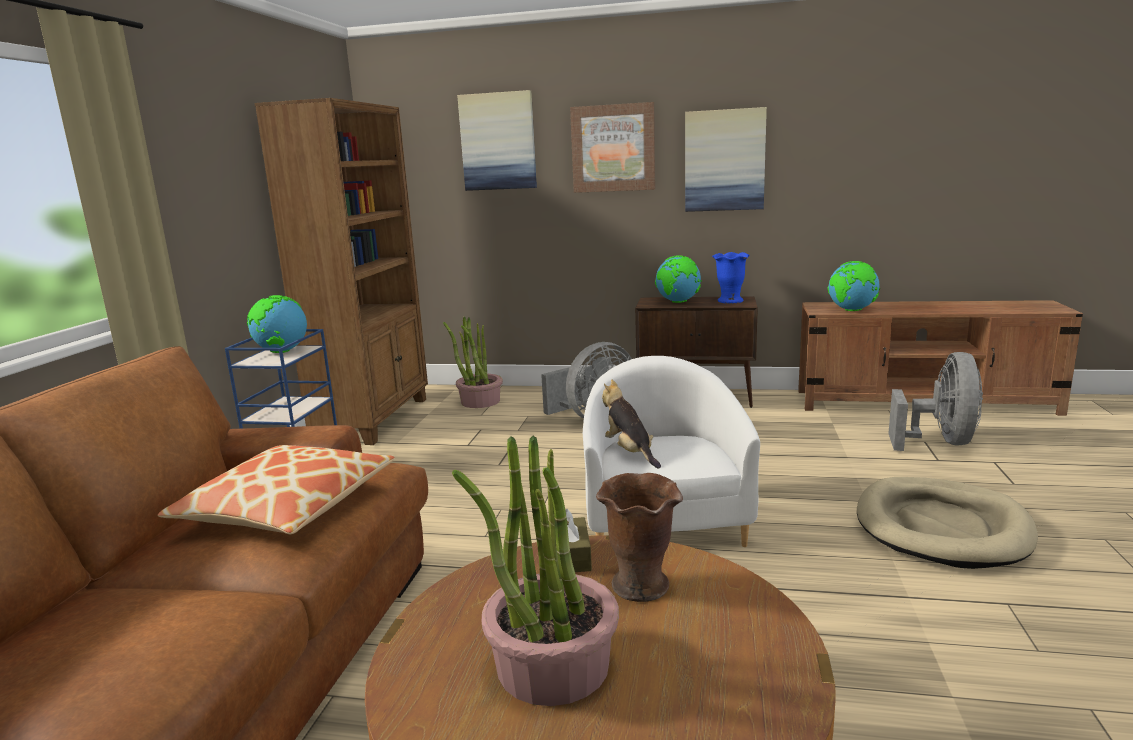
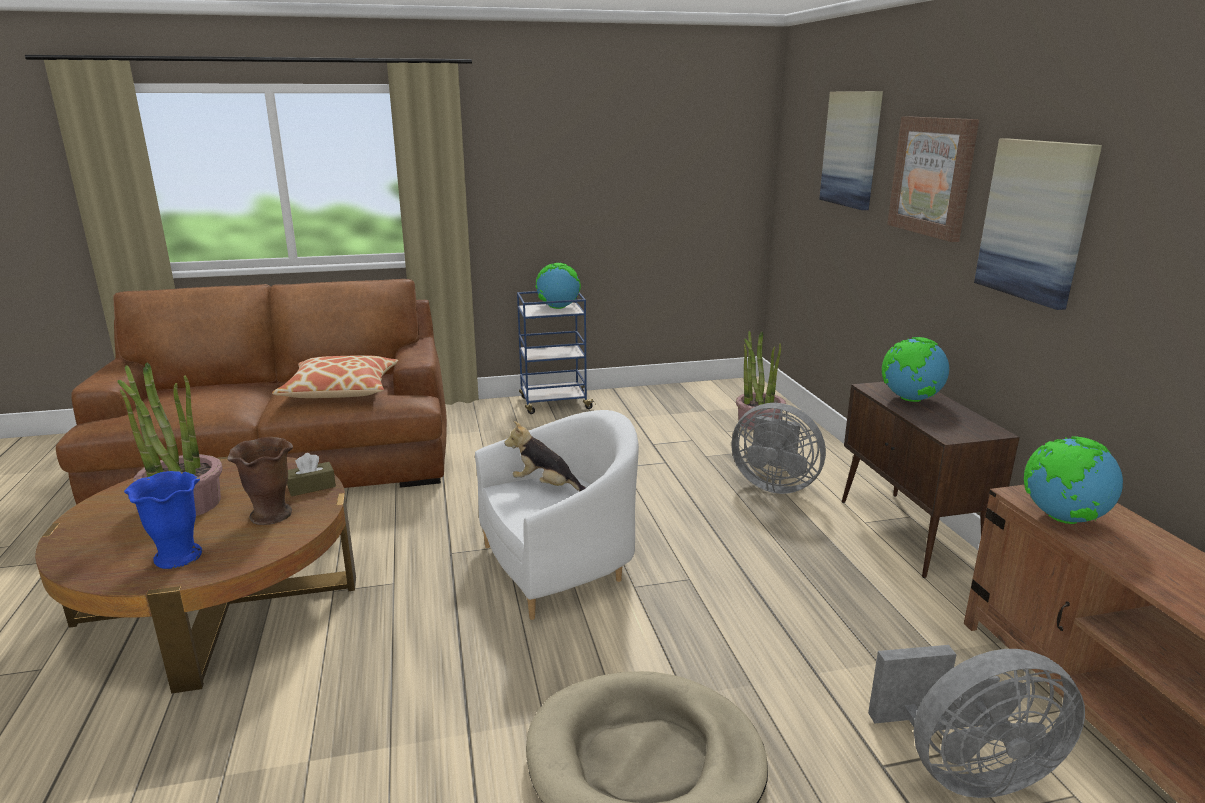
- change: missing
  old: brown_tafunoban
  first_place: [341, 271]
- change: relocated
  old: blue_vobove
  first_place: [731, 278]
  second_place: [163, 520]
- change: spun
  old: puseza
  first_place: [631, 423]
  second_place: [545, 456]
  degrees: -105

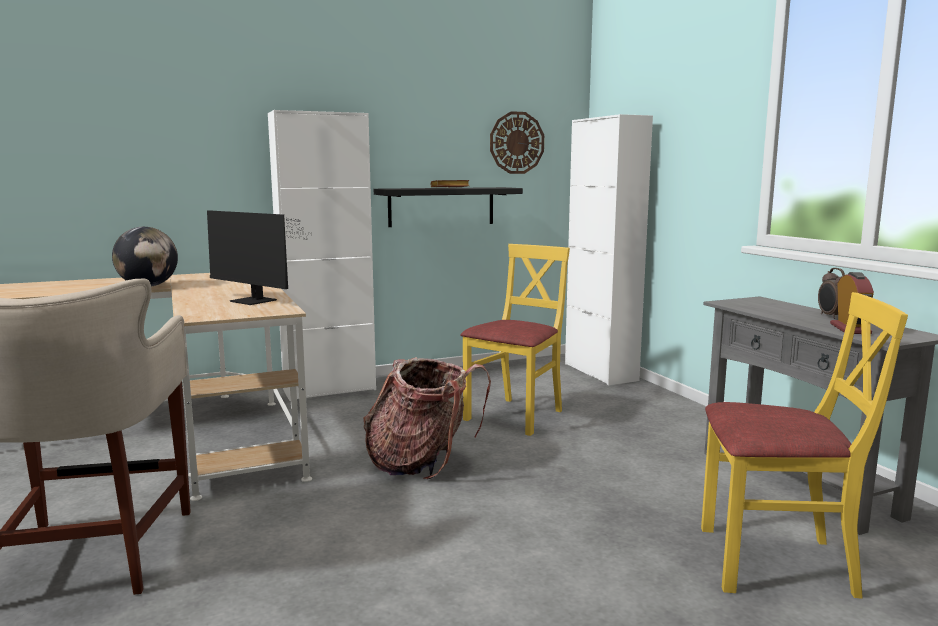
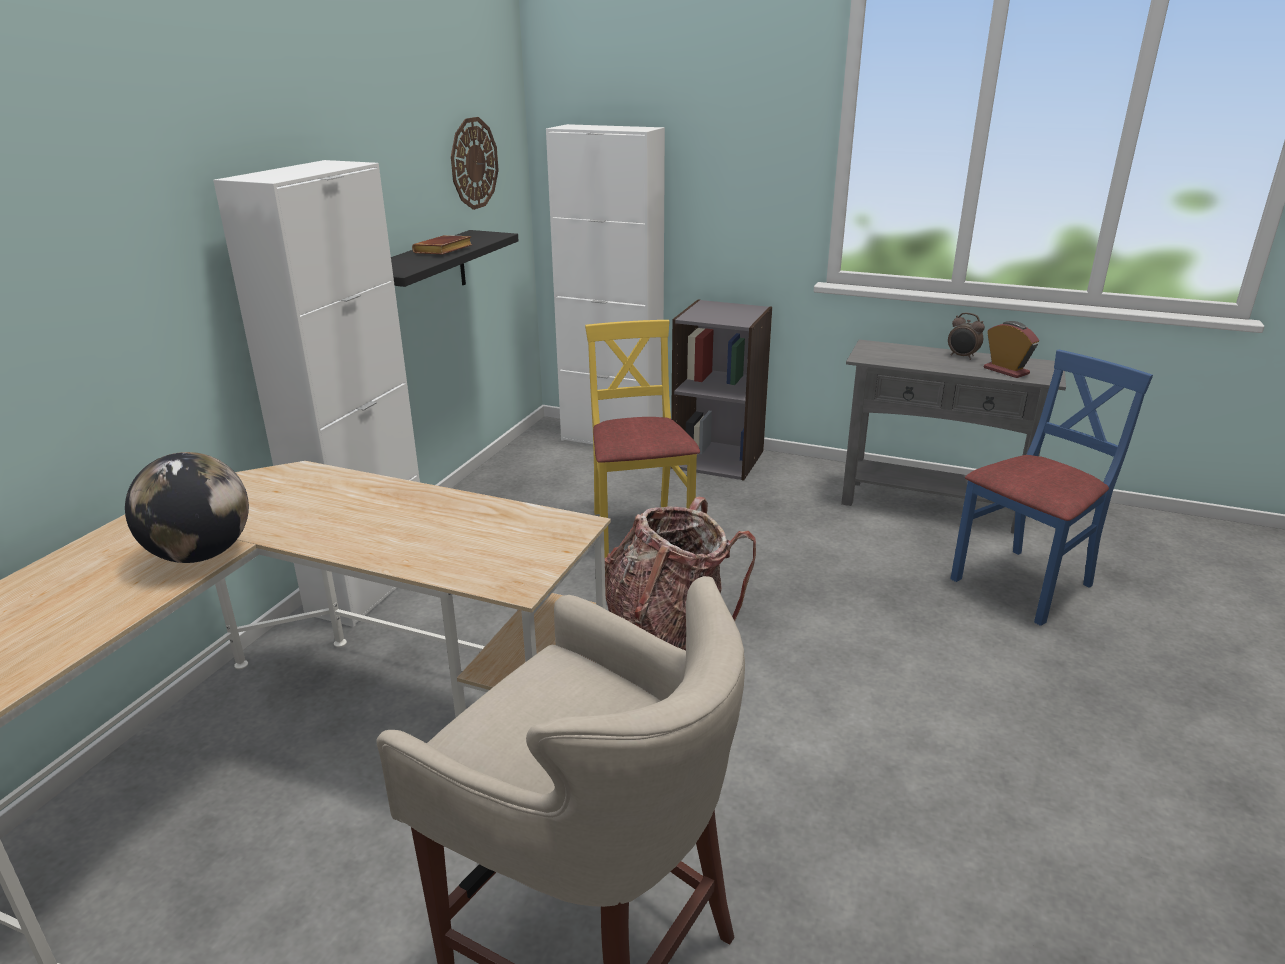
- change: missing
  old: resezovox
  first_place: [260, 257]
- change: appeared
  new: grey_tafunoban
  second_place: [721, 390]
- change: colour
  old: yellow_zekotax
  new: blue_zekotax
  first_place: [804, 445]
  second_place: [1051, 488]

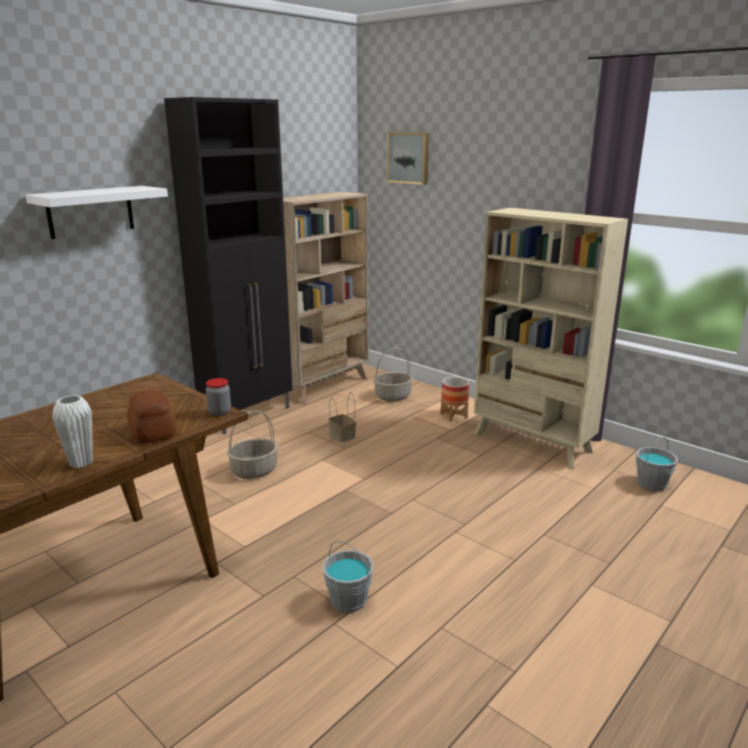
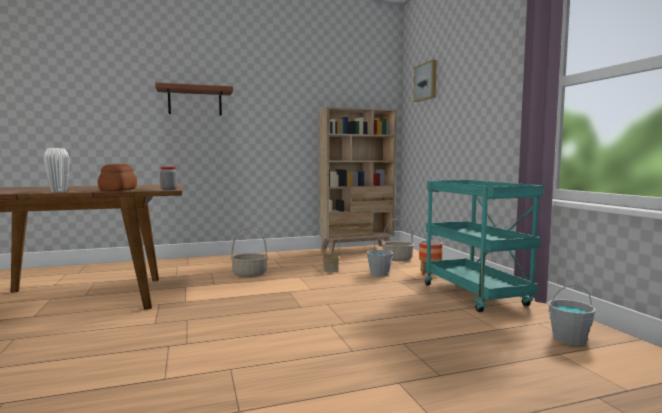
- change: missing
  old: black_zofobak
  first_place: [228, 265]
- change: relocated
  old: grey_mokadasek
  first_place: [348, 577]
  second_place: [380, 257]
- change: exchanged
  old: beige_tafunoban
  new: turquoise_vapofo
  first_place: [551, 338]
  second_place: [484, 246]
- change: colour
  old: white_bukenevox
  new: brown_bukenevox
  first_place: [97, 212]
  second_place: [194, 99]

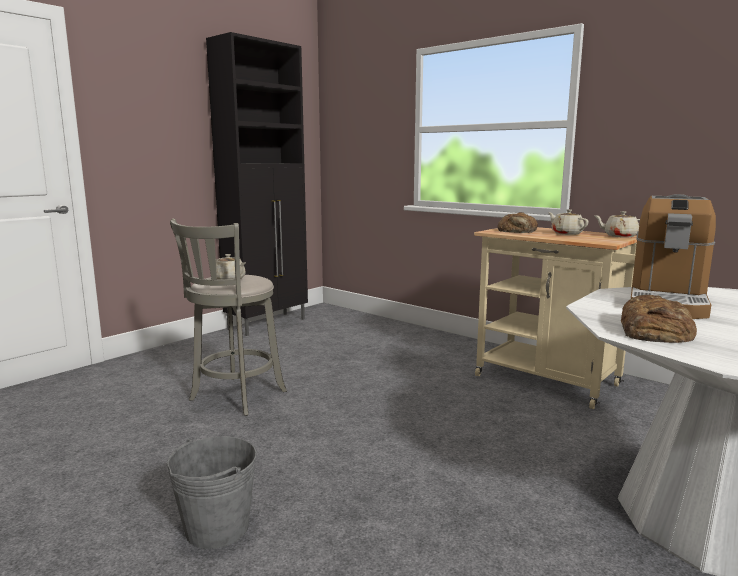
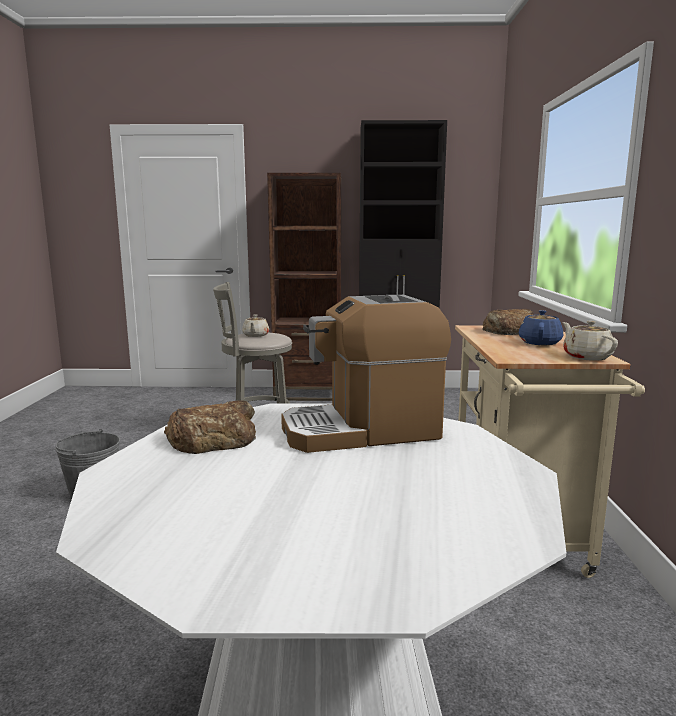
- change: appeared
  new: brown_tafunoban
  second_place: [304, 287]
- change: colour
  old: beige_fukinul
  new: blue_fukinul
  first_place: [568, 222]
  second_place: [541, 327]

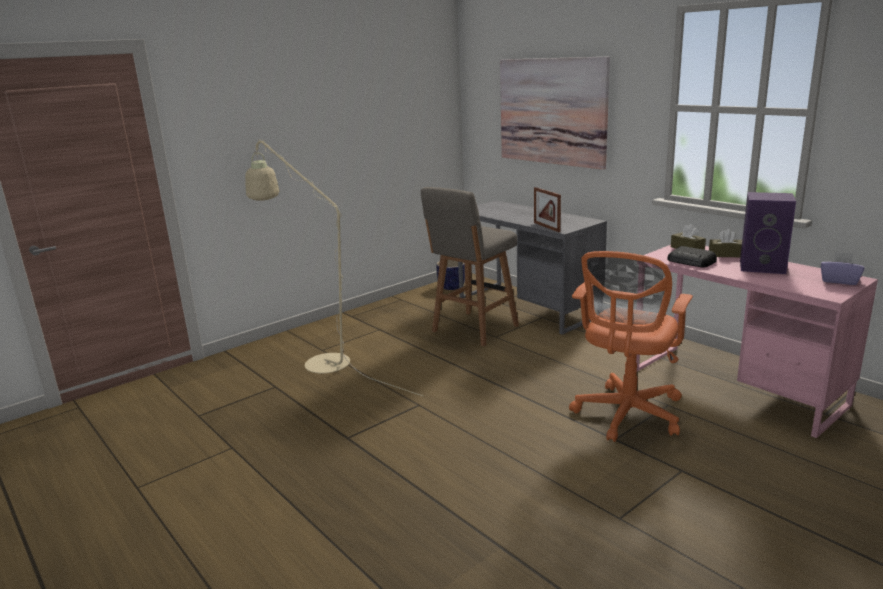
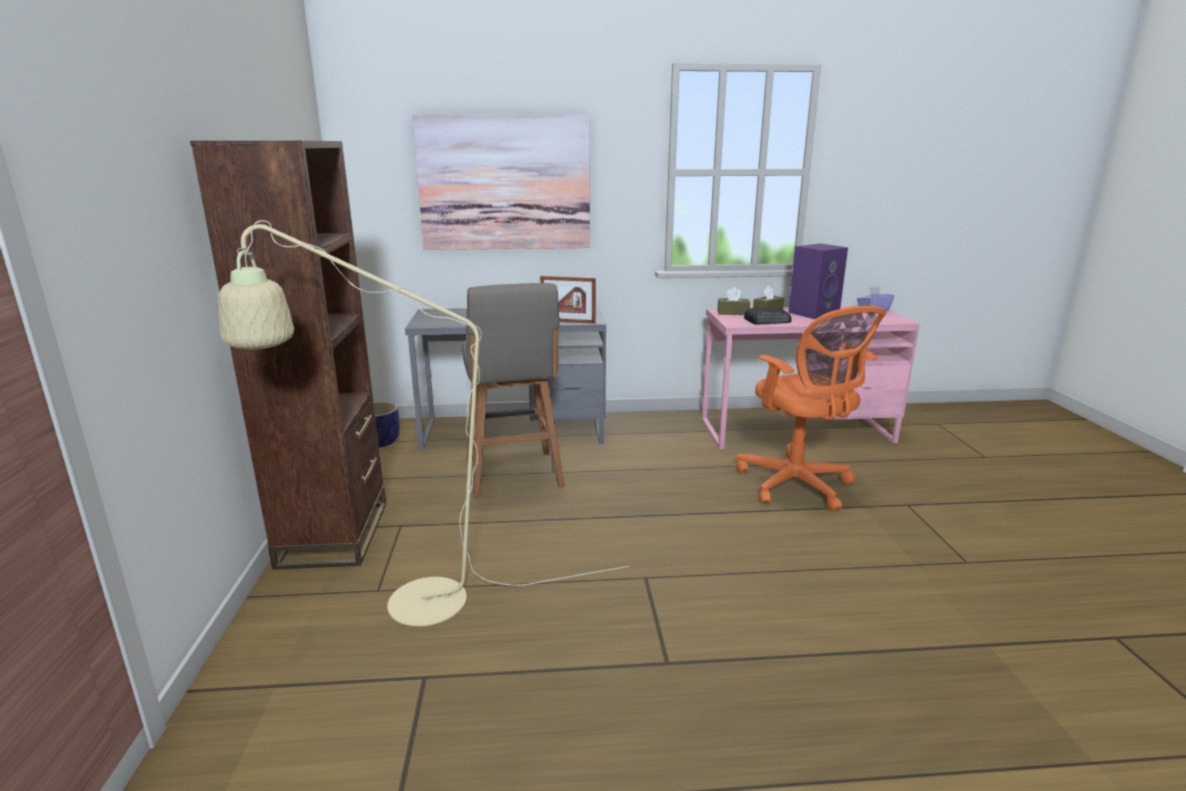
- change: appeared
  new: brown_tafunoban
  second_place: [288, 355]

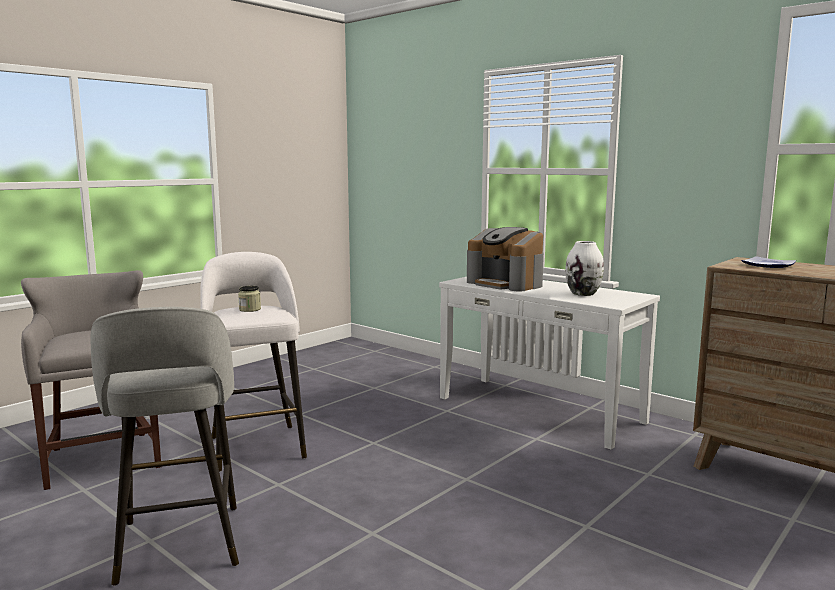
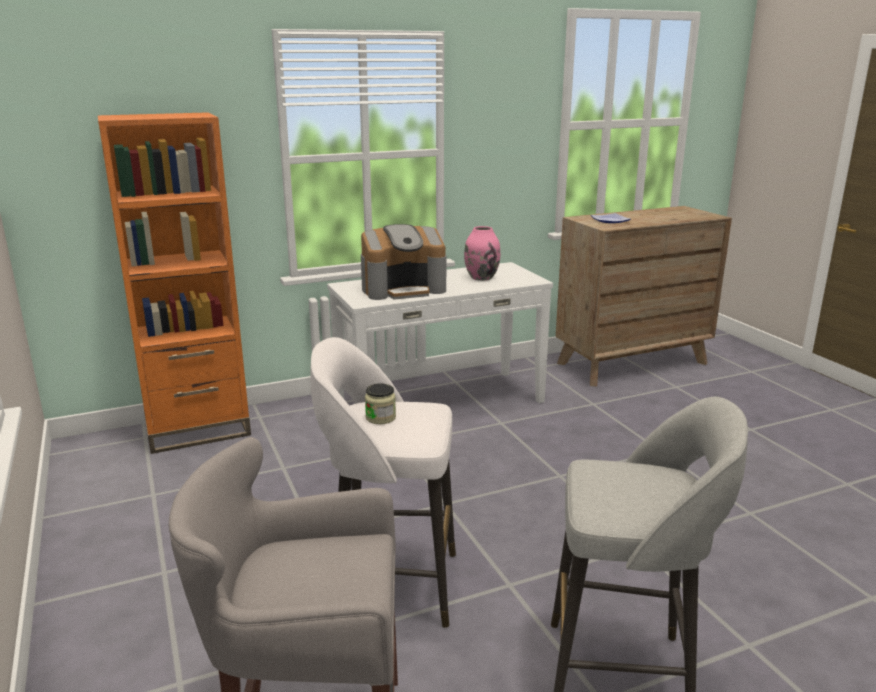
- change: appeared
  new: orange_tafunoban
  second_place: [174, 283]
- change: colour
  old: white_vobove
  new: pink_vobove
  first_place: [584, 268]
  second_place: [482, 253]

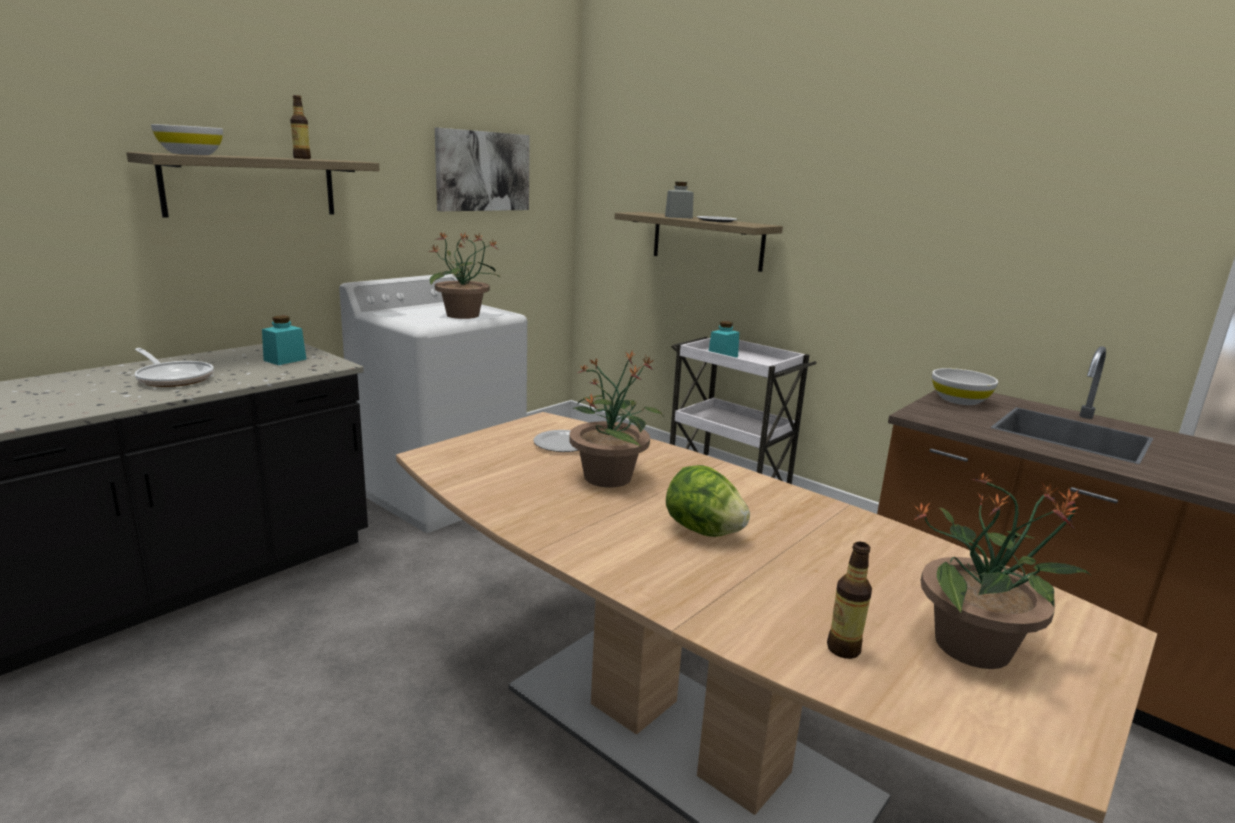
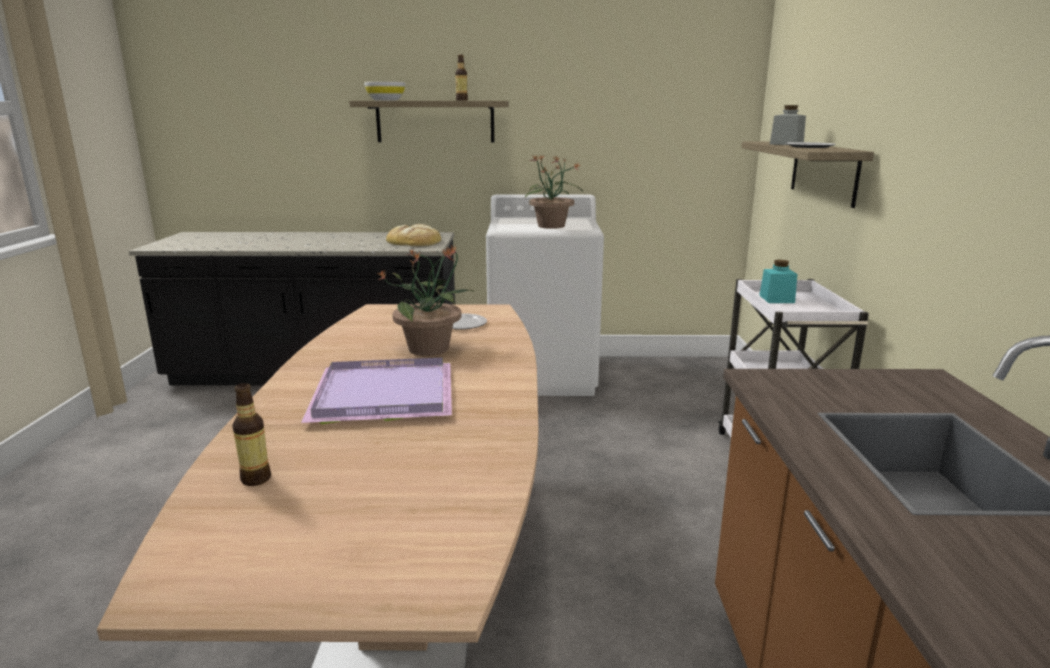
- change: missing
  old: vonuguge
  first_place: [174, 367]
- change: missing
  old: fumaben
  first_place: [482, 169]
- change: missing
  old: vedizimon
  first_place: [1003, 570]
- change: missing
  old: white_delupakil
  first_place: [965, 386]
- change: exchanged
  old: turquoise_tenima
  new: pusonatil
  first_place: [284, 340]
  second_place: [413, 235]
- change: exchanged
  old: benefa
  new: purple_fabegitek
  first_place: [708, 501]
  second_place: [376, 391]

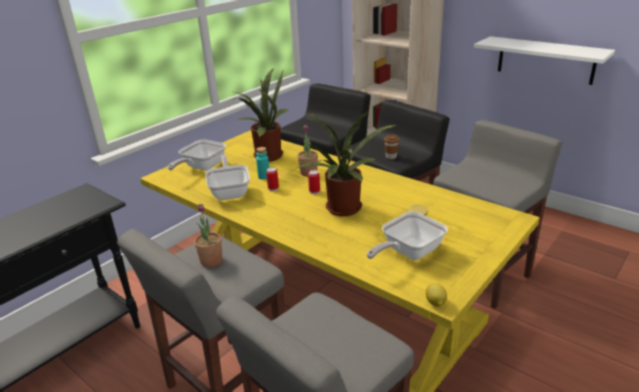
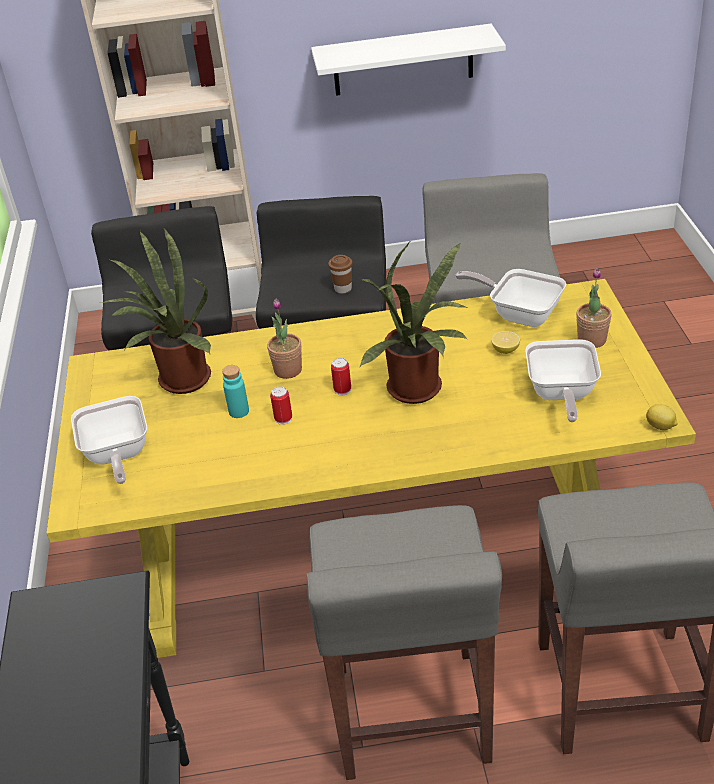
- change: relocated
  old: vedizimon
  first_place: [208, 235]
  second_place: [594, 308]
- change: relocated
  old: vonuguge
  first_place: [227, 177]
  second_place: [510, 298]

